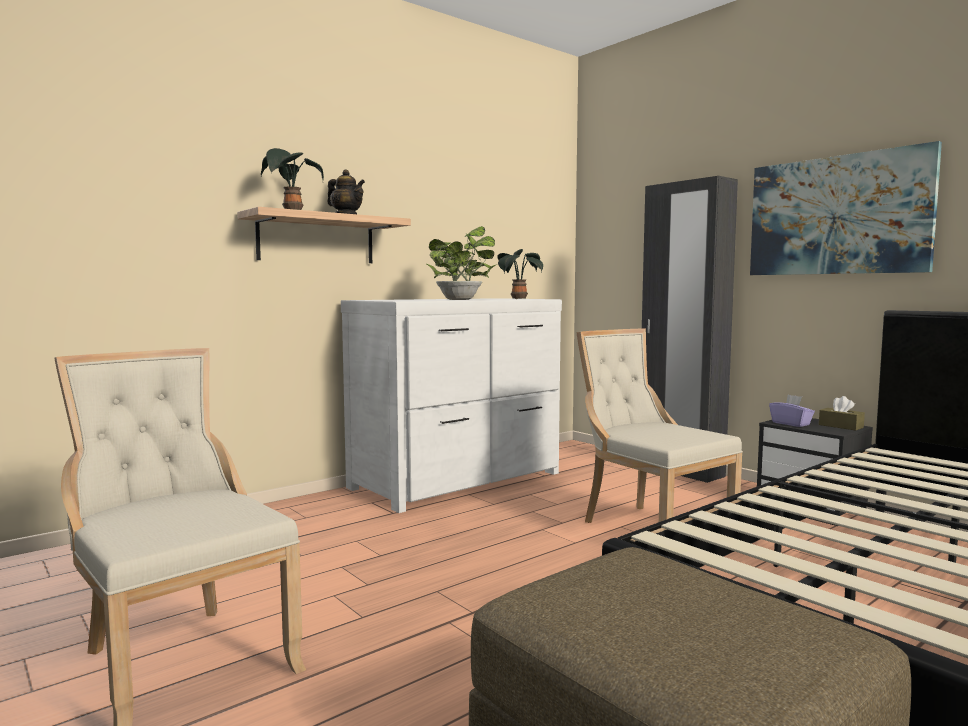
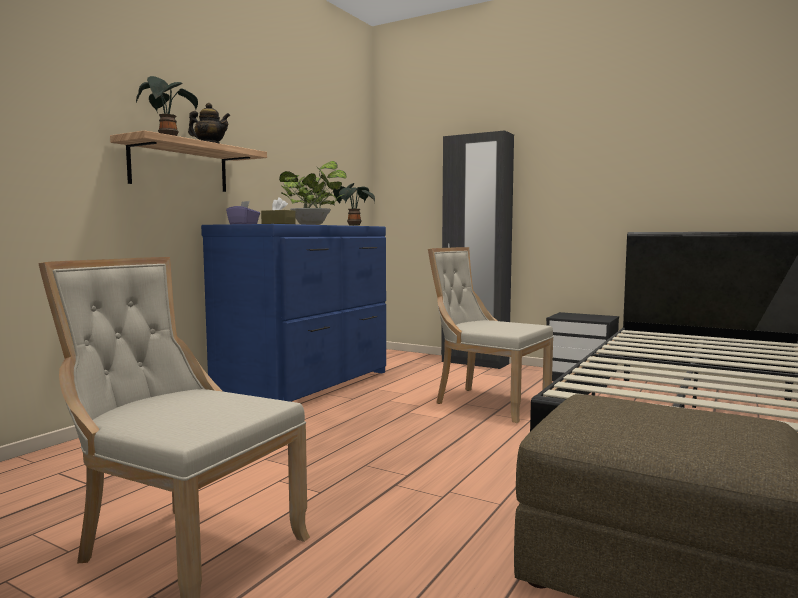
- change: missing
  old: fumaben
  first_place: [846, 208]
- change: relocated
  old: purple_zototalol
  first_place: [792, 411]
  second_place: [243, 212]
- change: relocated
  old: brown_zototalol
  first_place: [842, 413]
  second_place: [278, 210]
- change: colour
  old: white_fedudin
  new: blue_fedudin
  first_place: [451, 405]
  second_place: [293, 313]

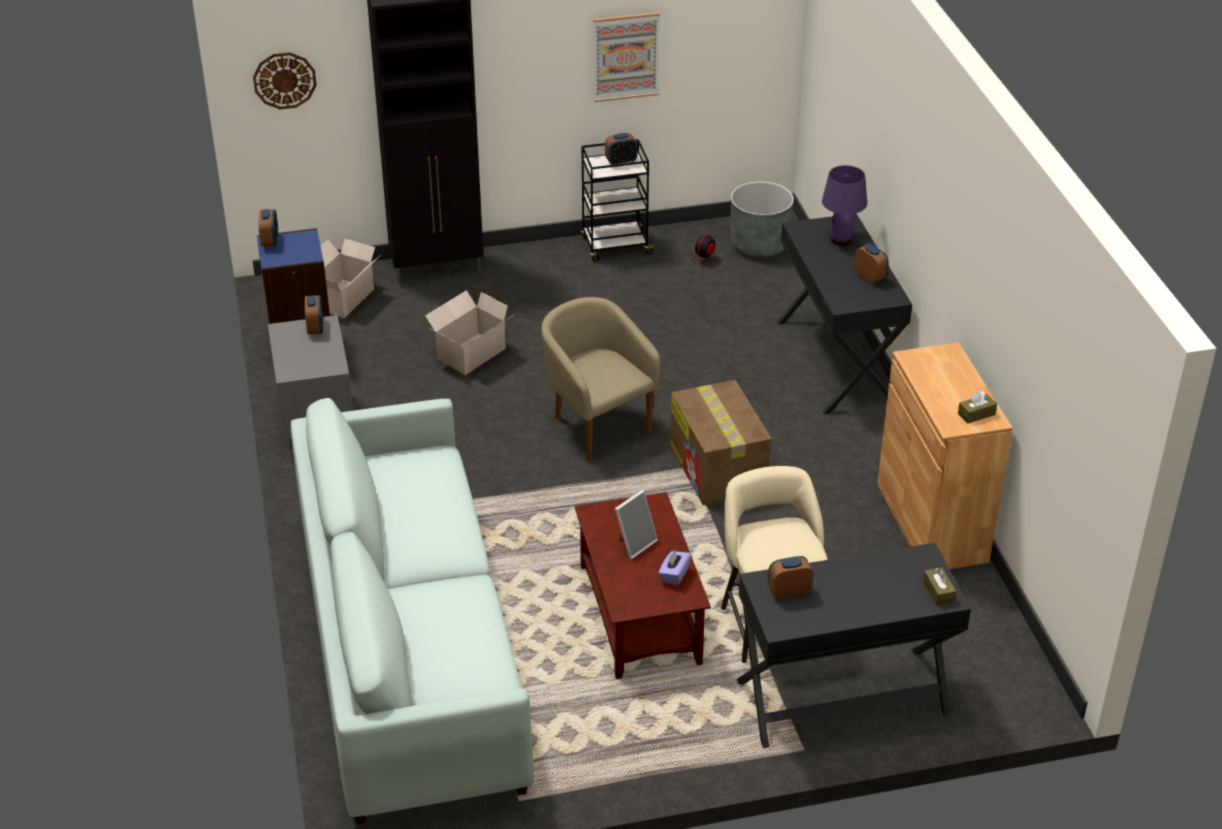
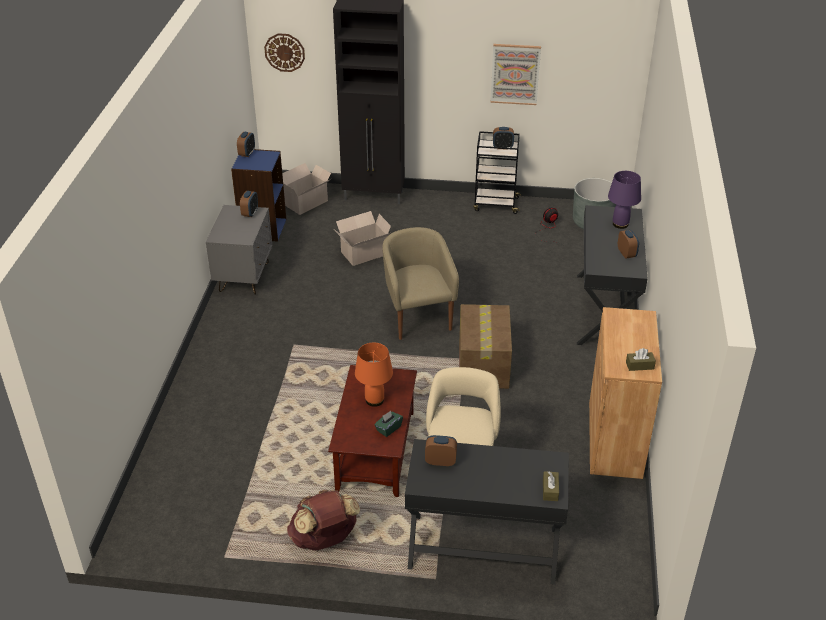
- change: missing
  old: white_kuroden
  first_place: [412, 611]
- change: appeared
  new: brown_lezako
  second_place: [323, 520]
- change: exchanged
  old: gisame
  new: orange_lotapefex
  first_place: [636, 524]
  second_place: [374, 375]
- change: colour
  old: purple_zototalol
  new: green_zototalol
  first_place: [674, 568]
  second_place: [388, 424]

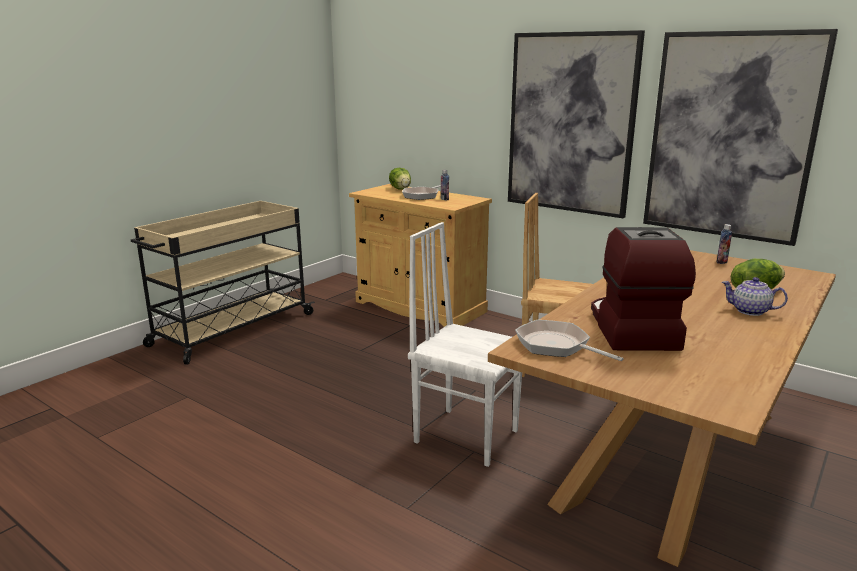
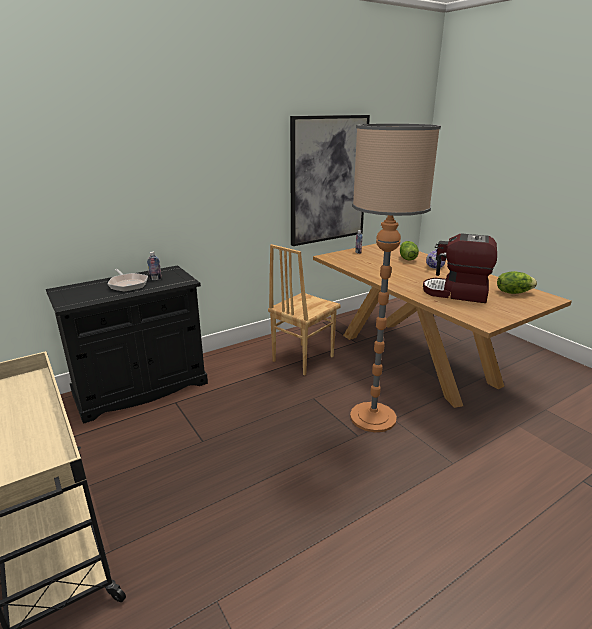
- change: missing
  old: fumaben
  first_place: [576, 124]
- change: missing
  old: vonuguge
  first_place: [569, 340]
- change: relocated
  old: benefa
  first_place: [400, 179]
  second_place: [517, 282]
- change: exchanged
  old: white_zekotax
  new: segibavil
  first_place: [465, 344]
  second_place: [395, 278]
- change: colour
  old: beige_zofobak
  new: black_zofobak
  first_place: [420, 255]
  second_place: [127, 344]

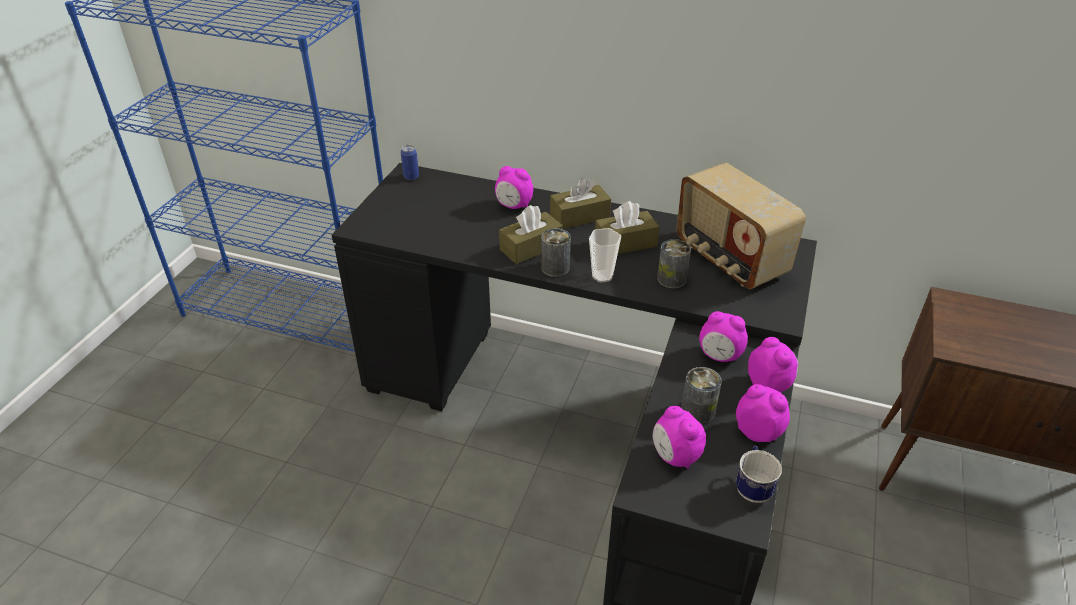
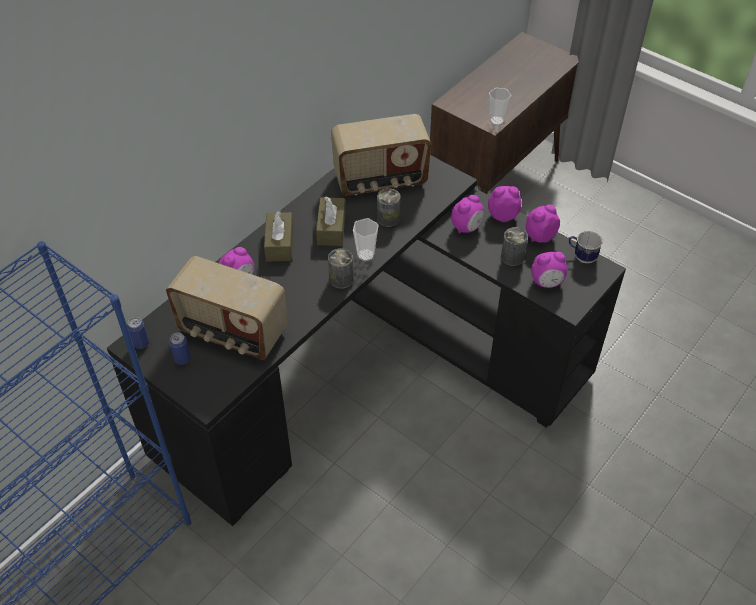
- change: missing
  old: brown_zototalol
  first_place: [531, 234]
- change: appeared
  new: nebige
  second_place: [226, 308]
- change: appeared
  new: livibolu
  second_place: [180, 349]
- change: appeared
  new: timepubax
  second_place: [500, 107]

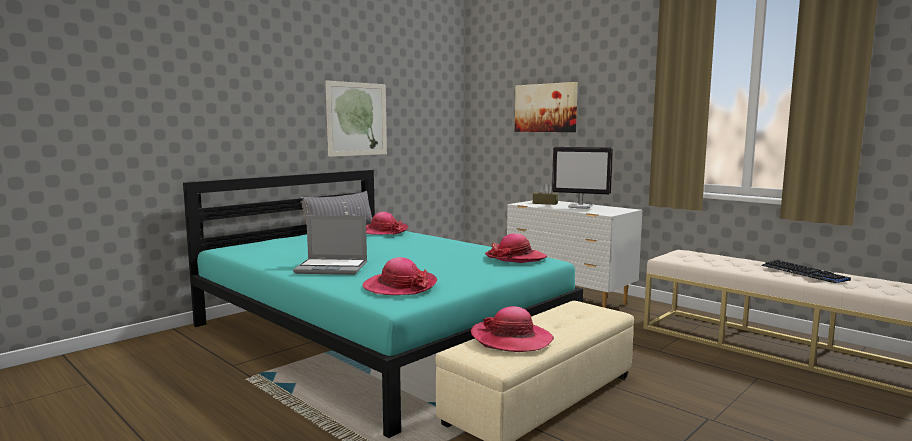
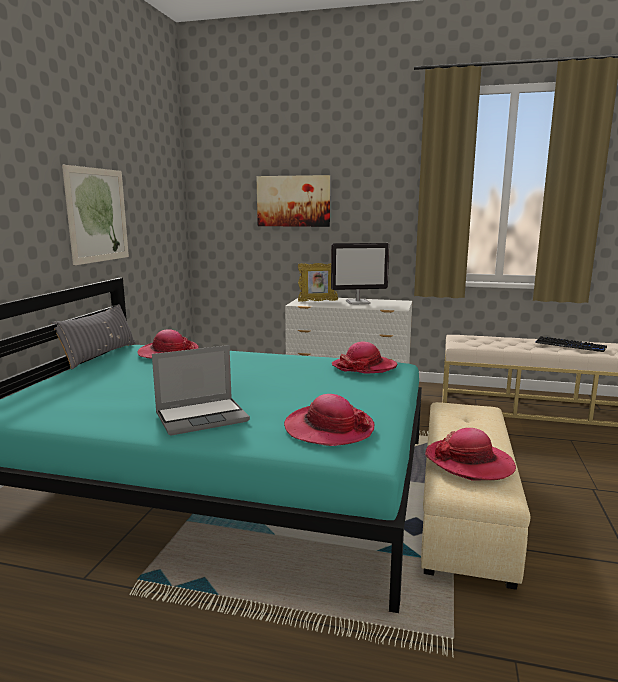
- change: exchanged
  old: brown_zototalol
  new: gisame
  first_place: [545, 194]
  second_place: [318, 282]

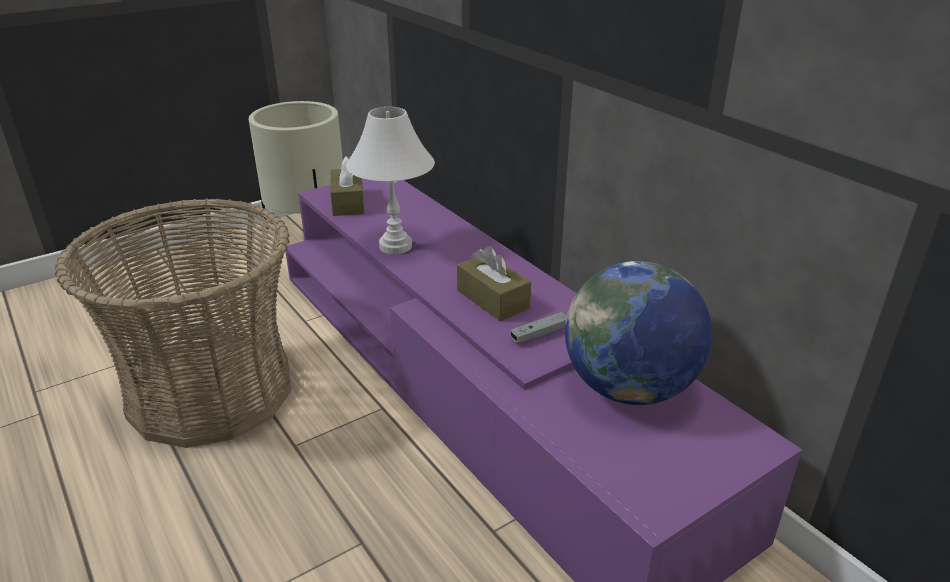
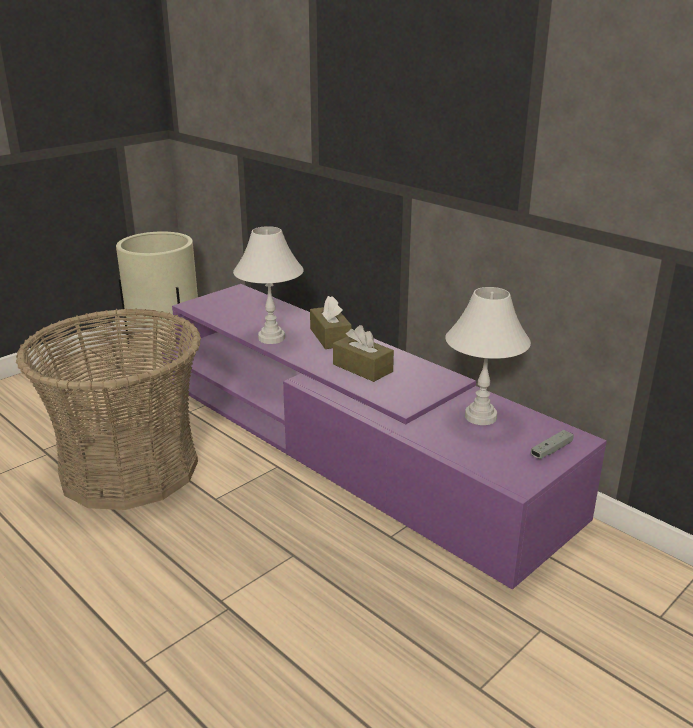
- change: relocated
  old: brown_zototalol
  first_place: [347, 186]
  second_place: [331, 322]
- change: relocated
  old: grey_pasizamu
  first_place: [538, 327]
  second_place: [552, 444]
- change: exchanged
  old: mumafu
  new: white_lotapefex
  first_place: [638, 333]
  second_place: [488, 356]

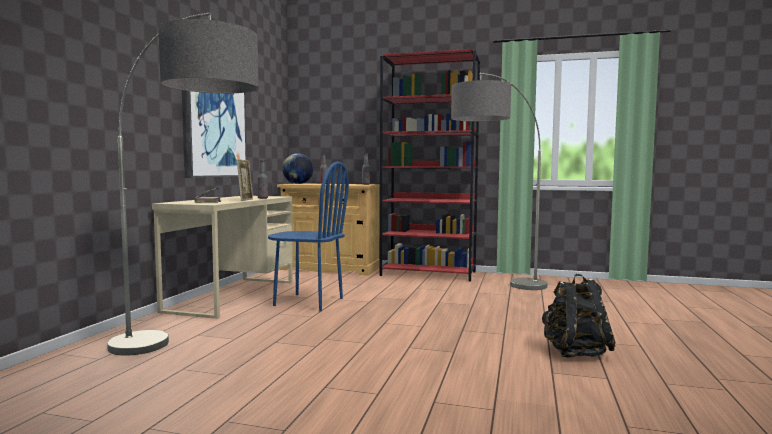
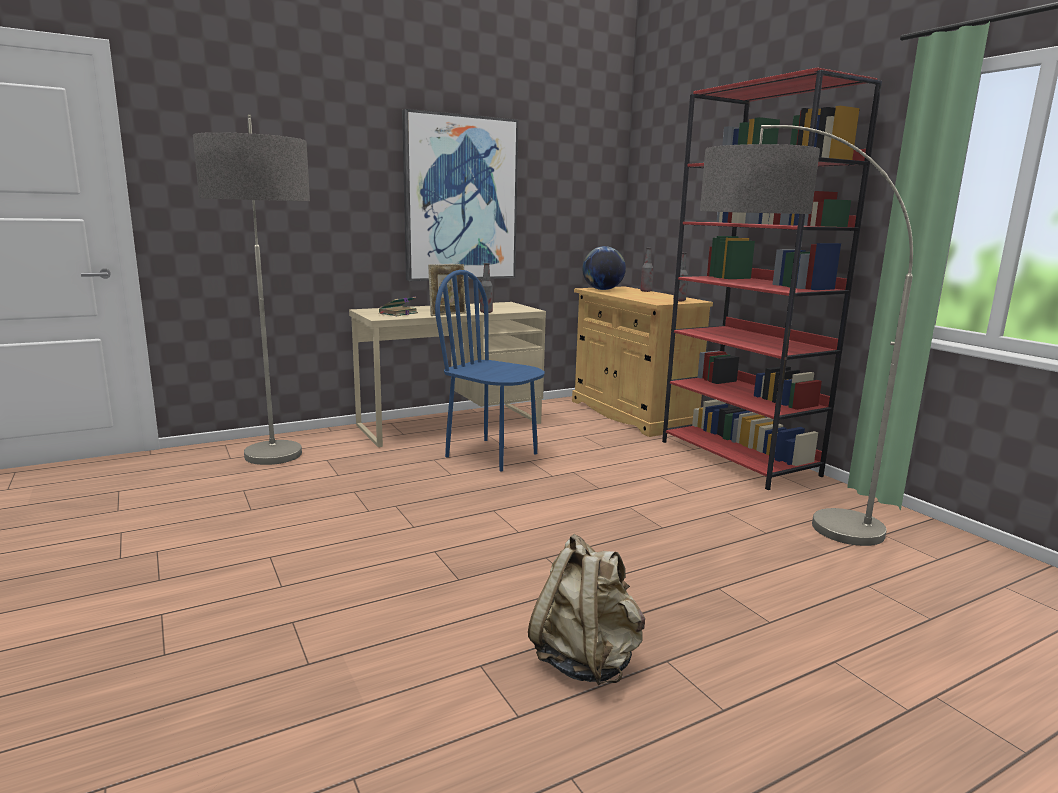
- change: colour
  old: black_lezako
  new: beige_lezako
  first_place: [578, 316]
  second_place: [586, 609]
- change: spun
  old: blue_zekotax
  first_place: [308, 236]
  second_place: [490, 370]
  degrees: 150

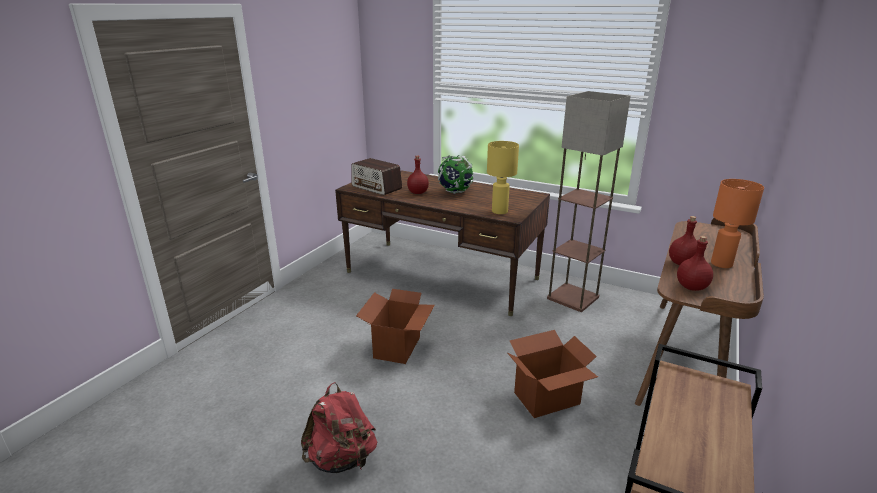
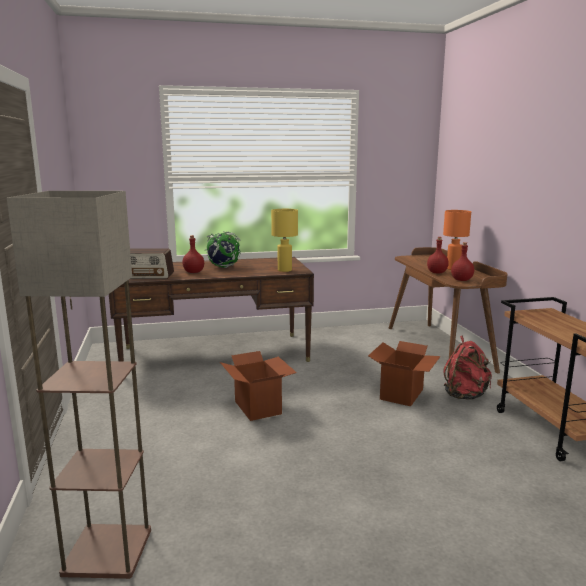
- change: relocated
  old: red_lezako
  first_place: [339, 427]
  second_place: [467, 368]
- change: relocated
  old: segibavil
  first_place: [588, 201]
  second_place: [79, 385]

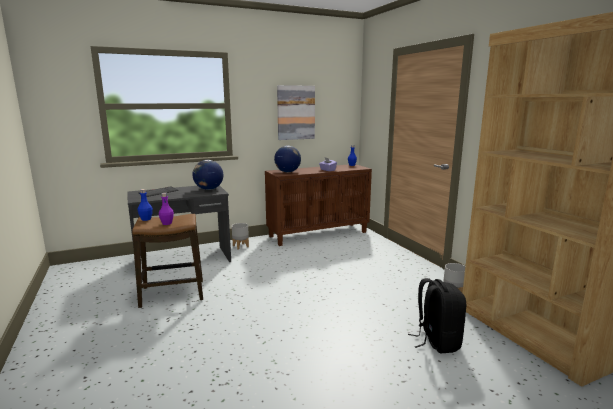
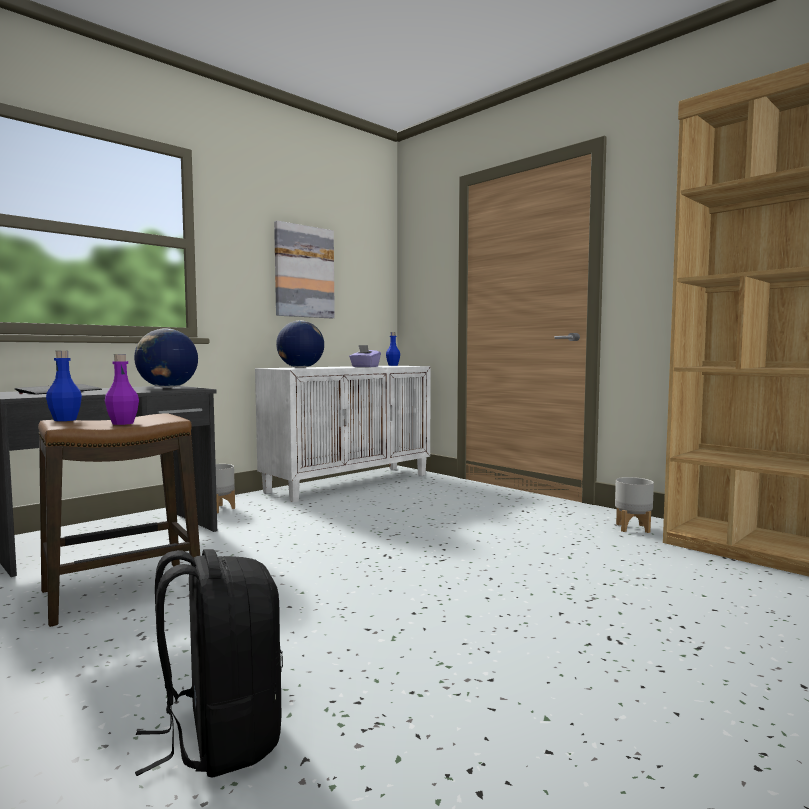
- change: relocated
  old: black_lezako
  first_place: [437, 315]
  second_place: [209, 663]
- change: colour
  old: brown_zofobak
  new: white_zofobak
  first_place: [318, 205]
  second_place: [343, 434]

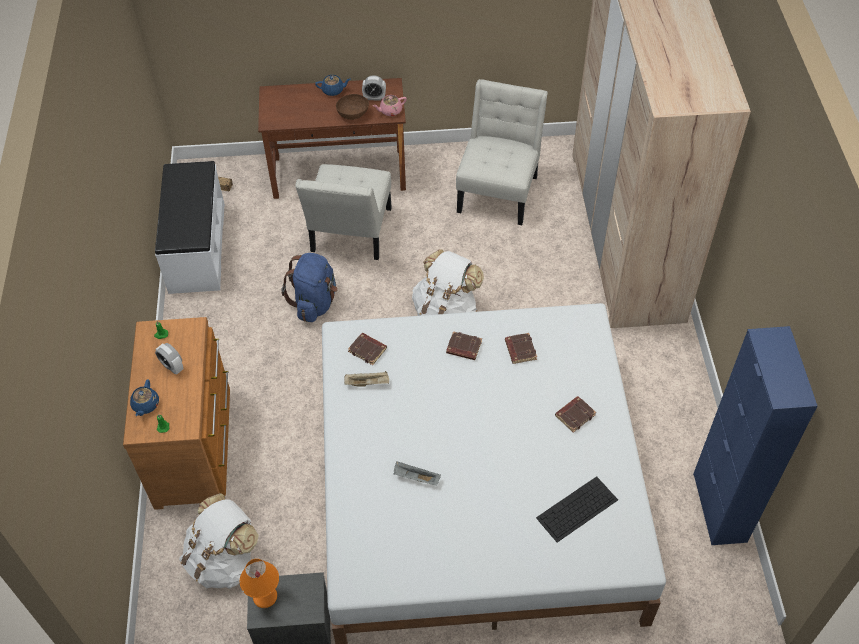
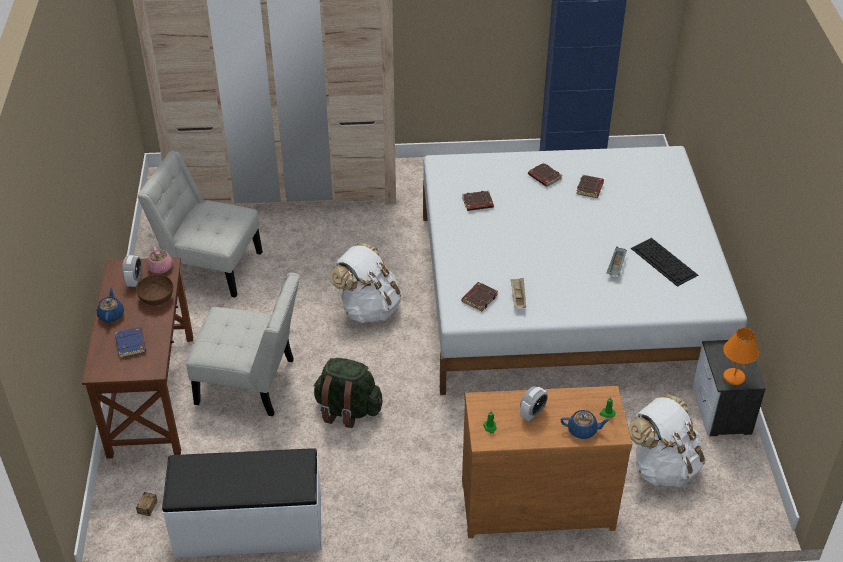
- change: appeared
  new: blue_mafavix
  second_place: [130, 342]
- change: relocated
  old: brown_mafavix
  first_place: [464, 345]
  second_place: [590, 186]
- change: relocated
  old: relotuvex
  first_place: [577, 509]
  second_place: [664, 262]
- change: colour
  old: blue_lezako
  new: green_lezako
  first_place: [309, 287]
  second_place: [347, 393]

